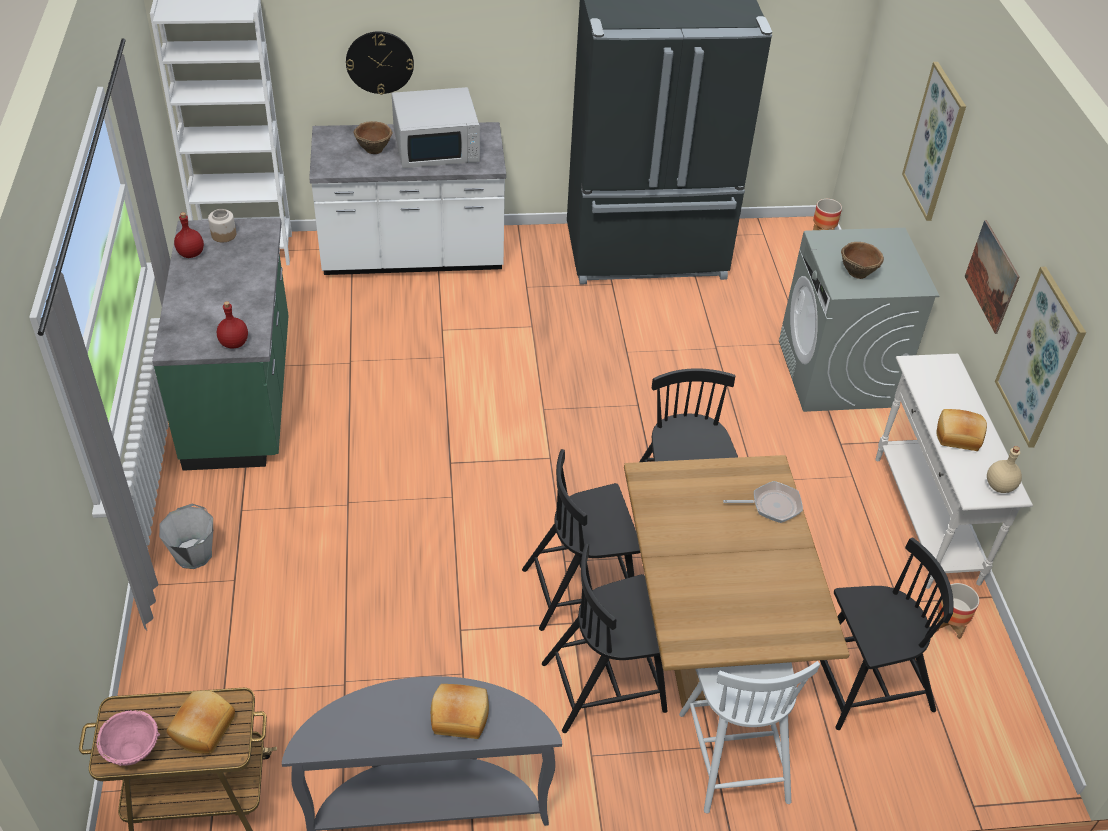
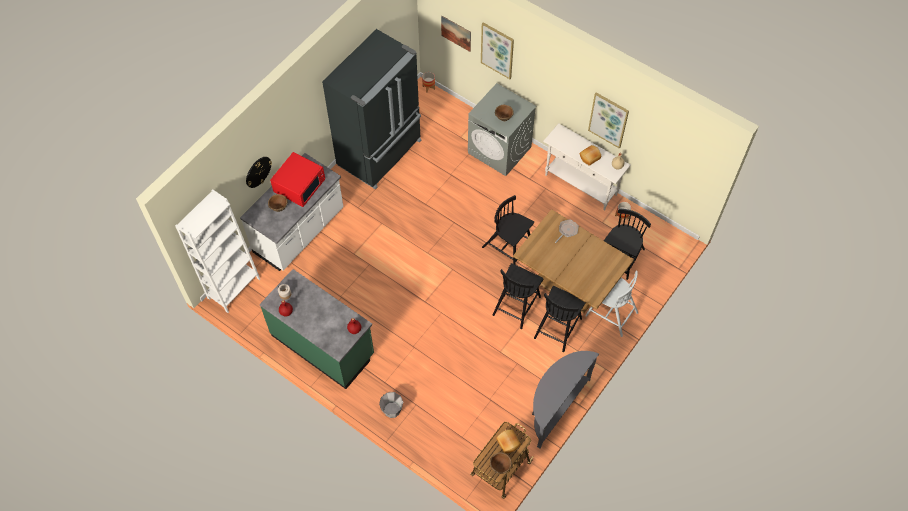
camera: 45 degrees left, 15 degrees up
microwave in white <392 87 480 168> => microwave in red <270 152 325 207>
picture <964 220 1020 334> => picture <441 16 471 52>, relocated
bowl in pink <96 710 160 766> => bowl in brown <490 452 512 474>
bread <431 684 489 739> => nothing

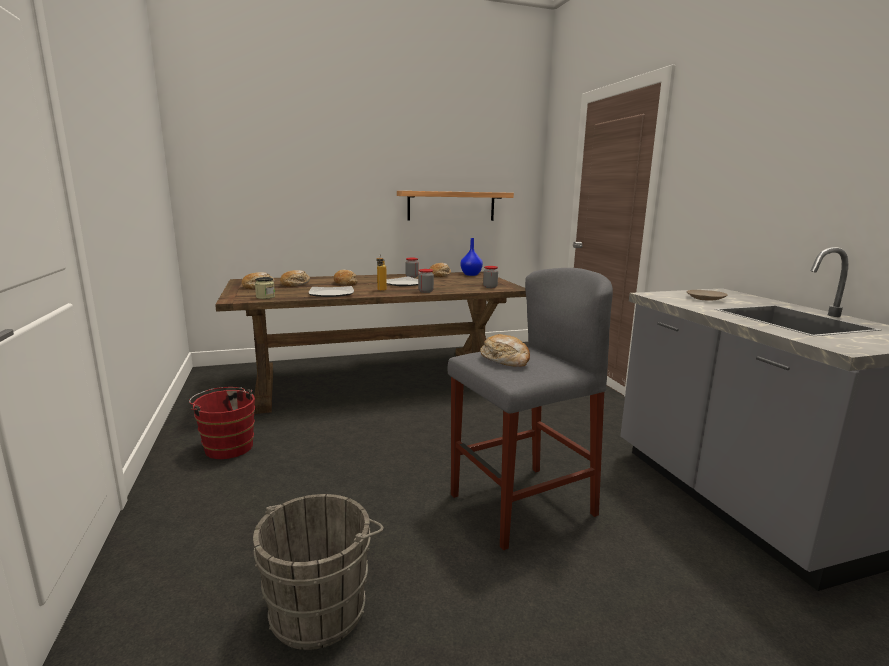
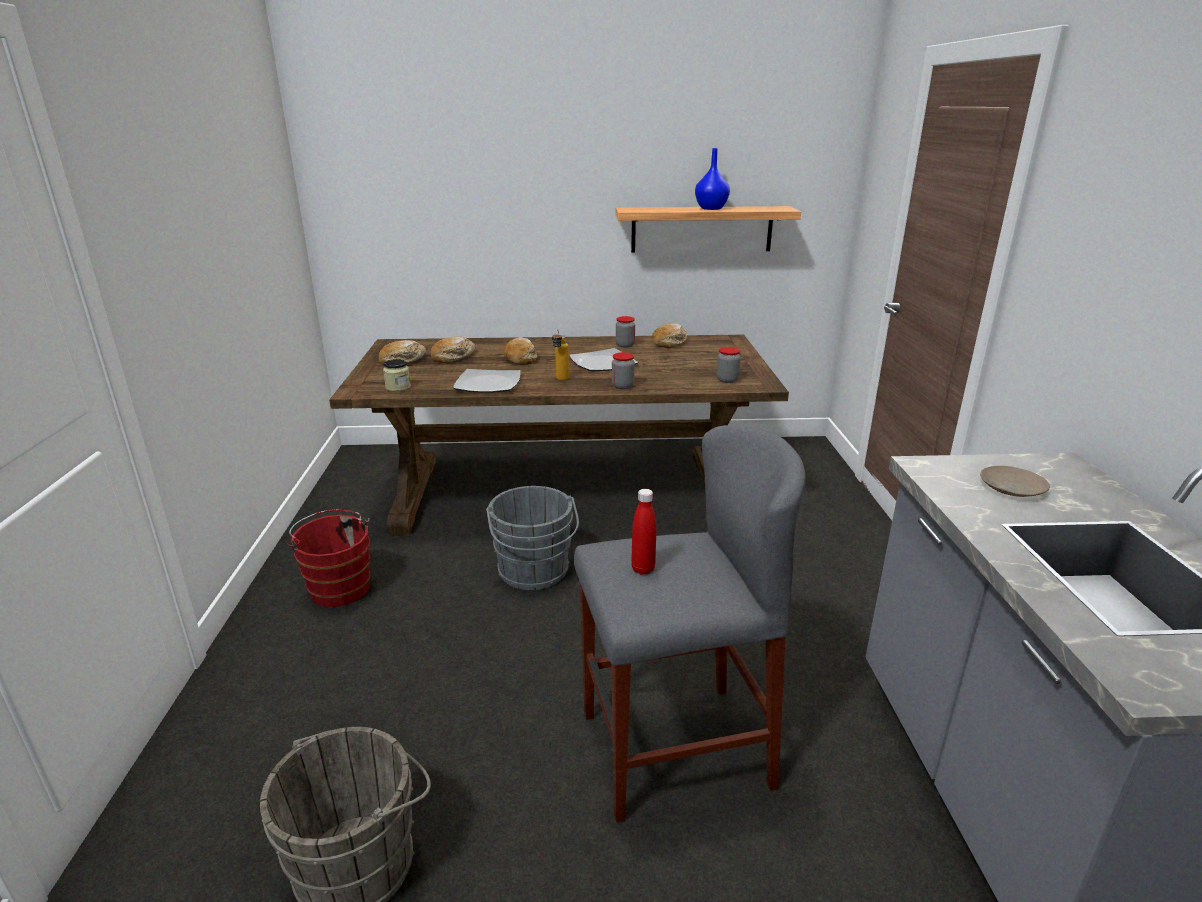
camera: 15 degrees right, 10 degrees up
nothing => bucket in grey <486 486 579 590>
bread <480 334 530 367> => bottle in red <631 489 656 575>
vase in blue <460 238 483 276> => vase in blue <695 148 730 210>, relocated

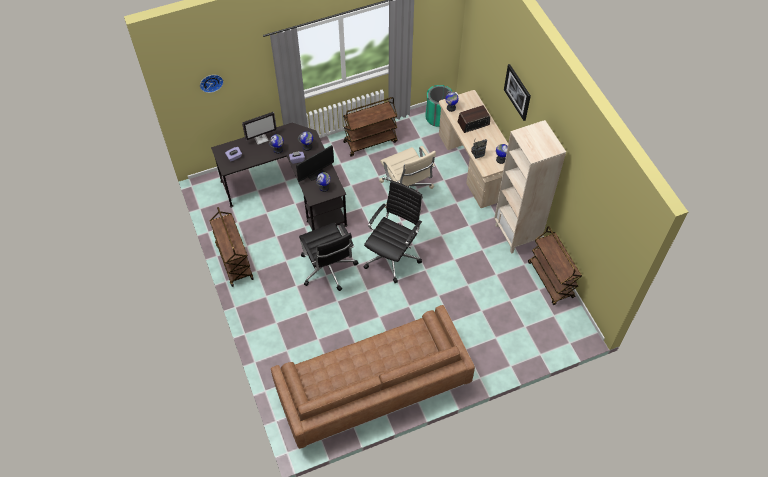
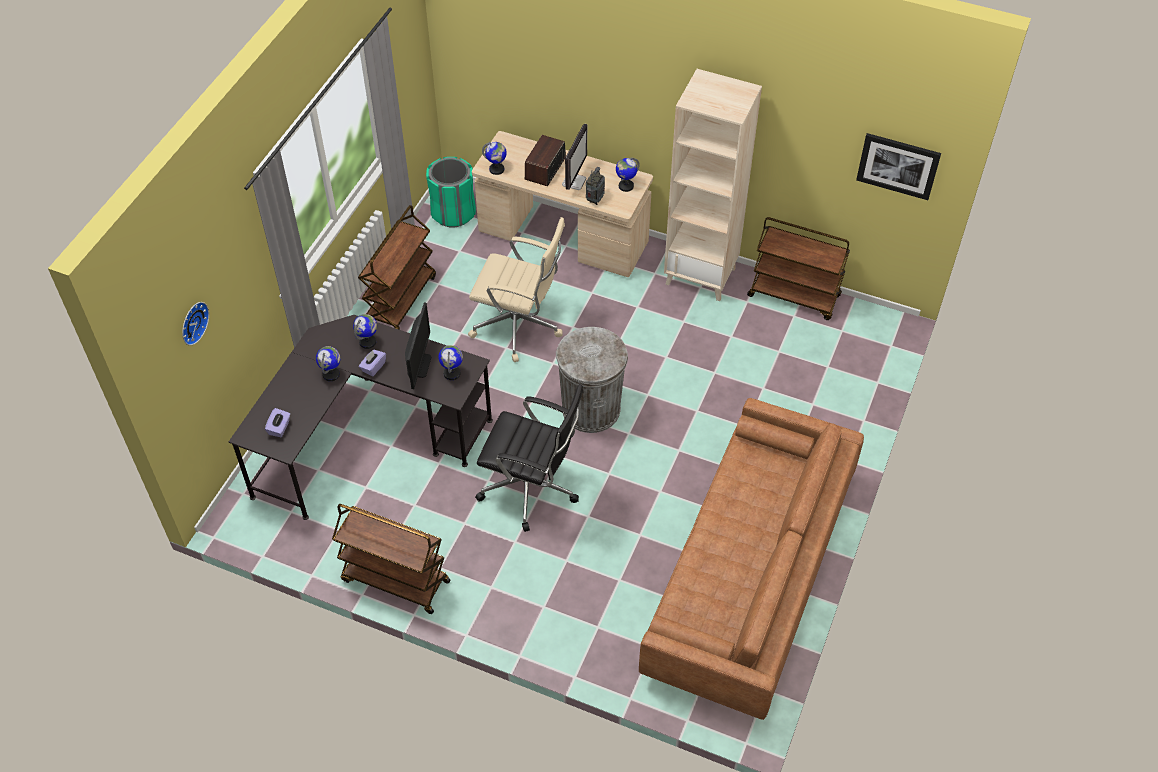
camera: 45 degrees left, 5 degrees down
office chair in black <364 180 423 283> => trash can in grey <556 327 628 433>
monitor <242 112 277 145> => monitor <562 124 587 190>, relocated
picture <504 64 531 121> => picture <856 133 941 200>, relocated

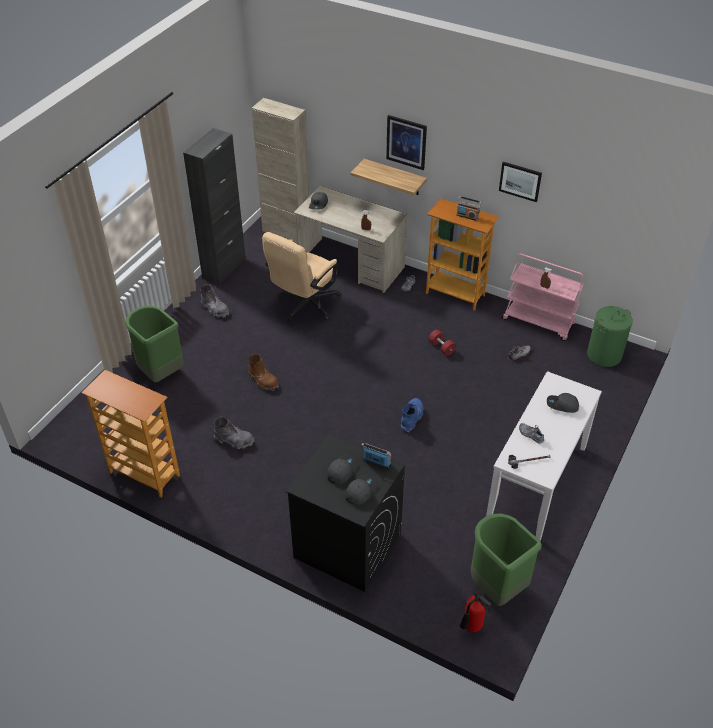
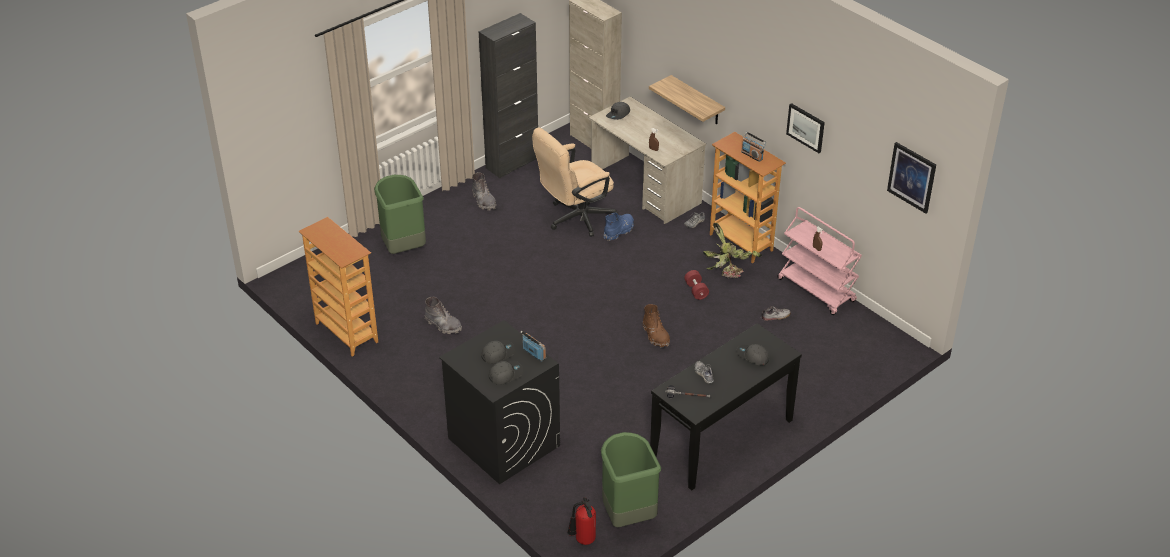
camera: 20 degrees right, 5 degrees down
boot in blue <401 398 424 432> => boot in blue <603 213 634 241>, relocated
boot in brown <248 354 279 391> => boot in brown <643 304 670 348>, relocated
console table in white <486 371 602 541> => console table in black <650 323 802 490>
nothing => potted plant <703 223 762 278>
picture <386 115 427 170> => picture <887 142 936 214>, relocated
laundry basket in green <587 306 633 367> => nothing

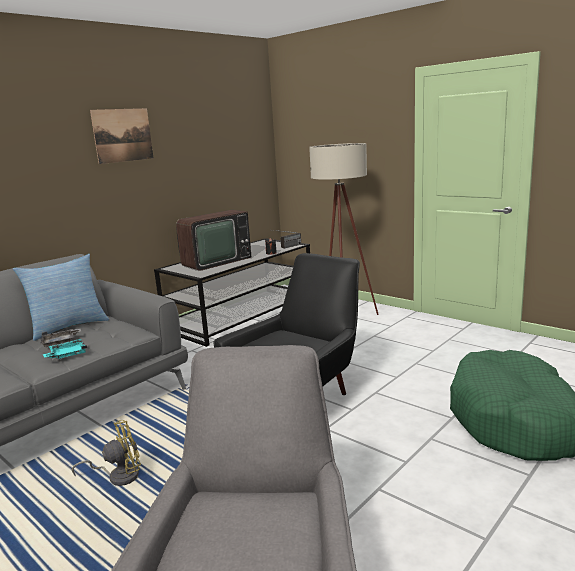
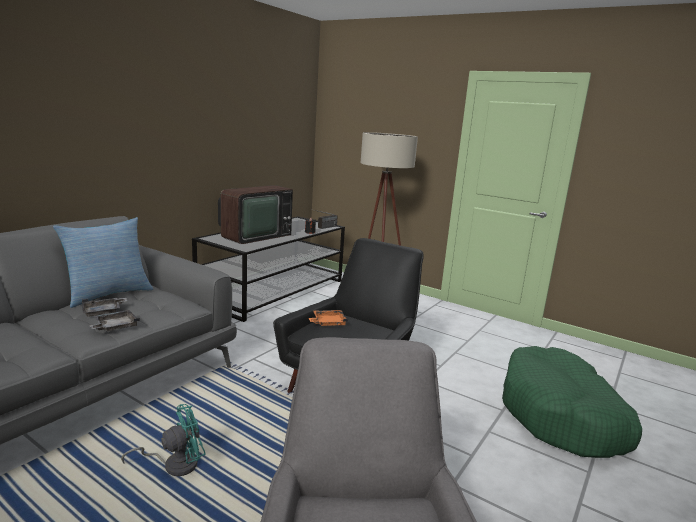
camera: 10 degrees left, 0 degrees up
tray in turquoise <43 339 87 359> => tray in grey <89 310 140 331>
fan in yellow <72 420 141 486> => fan in turquoise <121 404 206 476>
nothing => tray in orange <309 310 348 326>
picture <90 108 153 164> => nothing

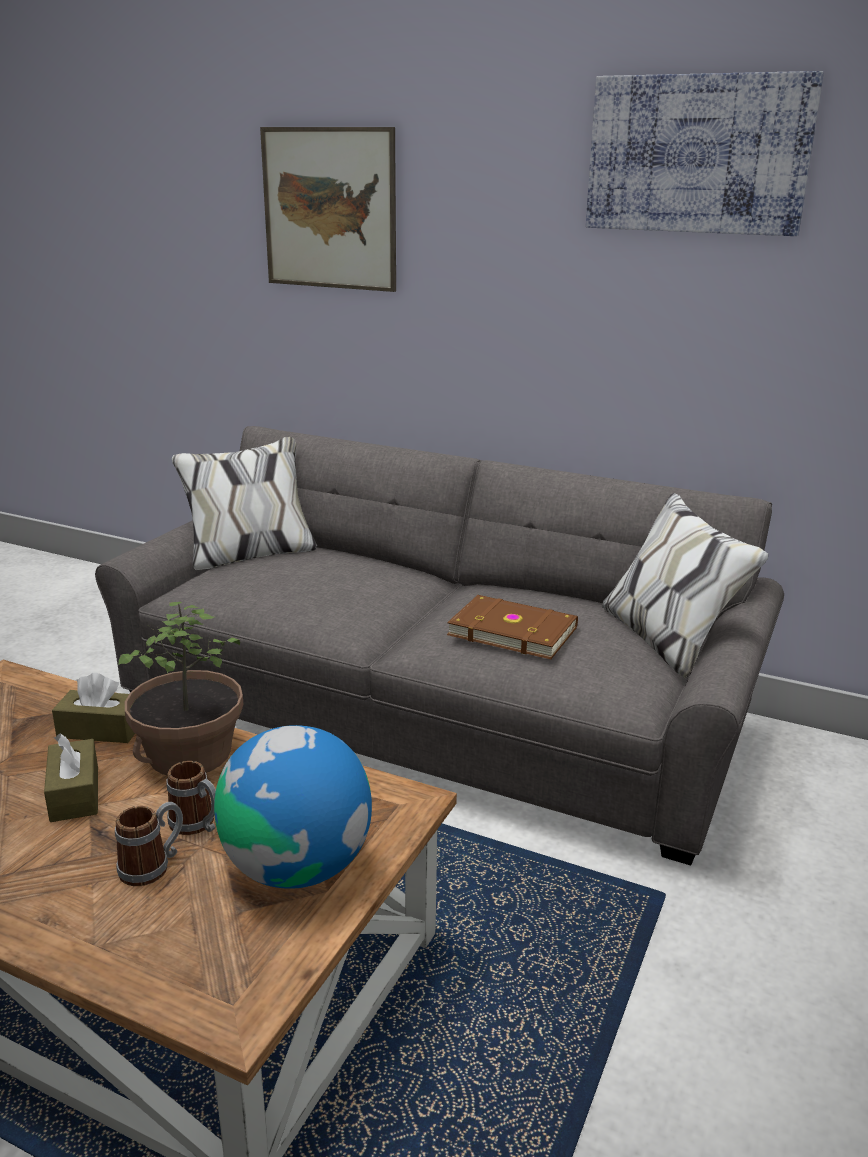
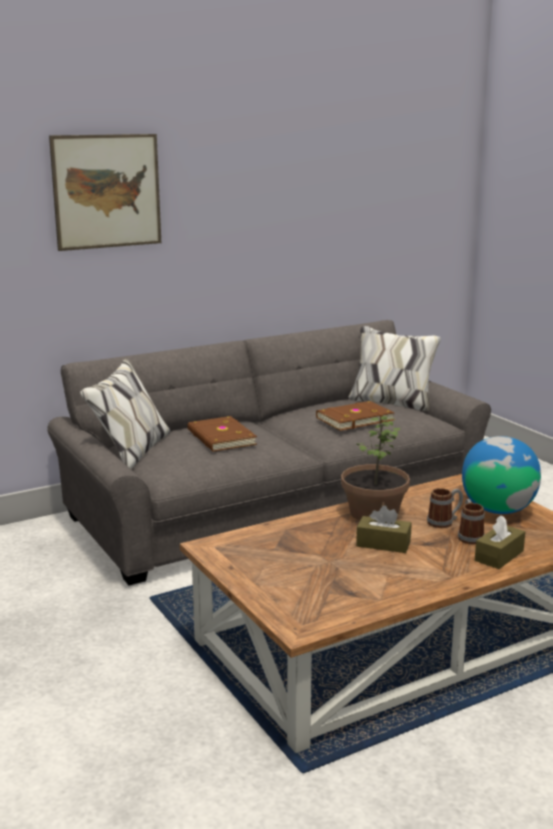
camera: 55 degrees left, 5 degrees down
nothing => book in brown <187 416 257 452>
tissue box in brown <52 673 135 743> => tissue box in brown <475 515 525 569>, relocated
picture <586 71 824 236> => nothing

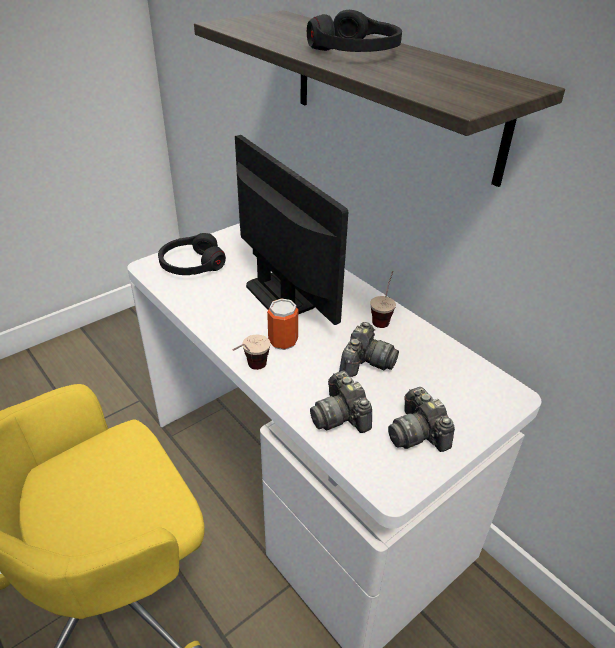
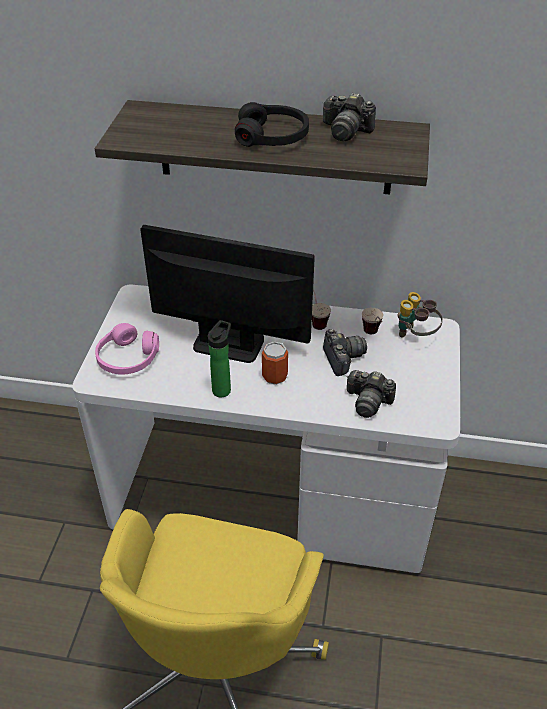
camera: 40 degrees left, 5 degrees up
headphones in black <158 233 226 275> => headphones in pink <95 323 159 375>
nothing => bottle <208 320 231 397>
photo camera <388 387 455 452> => photo camera <323 92 376 141>, relocated
cup <233 335 270 370> => cup <362 308 383 334>, relocated
nothing => binoculars <397 292 443 337>

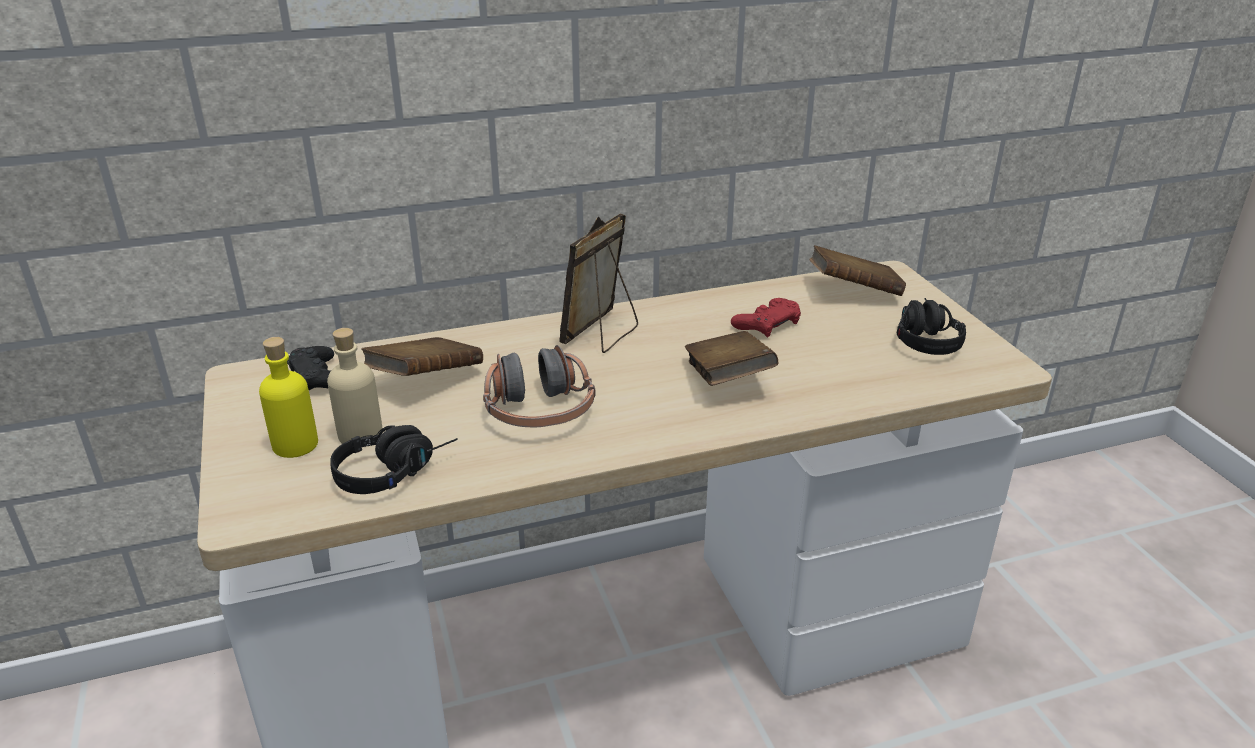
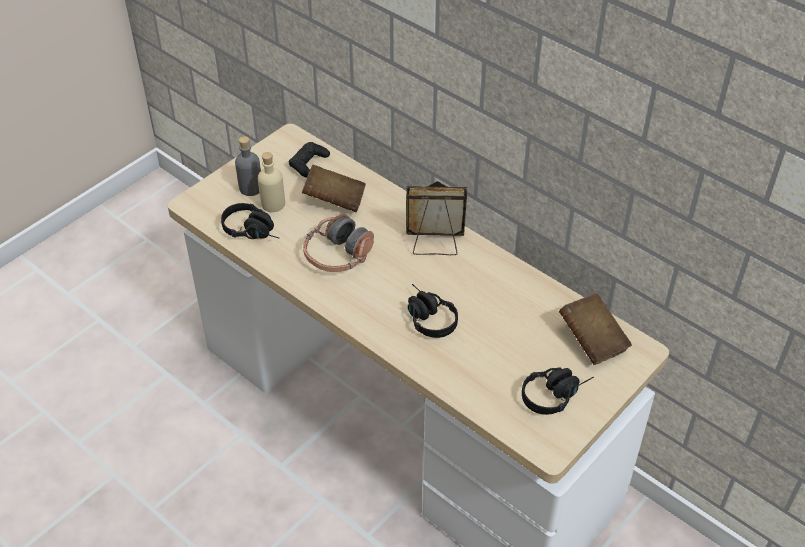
camera: 60 degrees right, 15 degrees up
bottle in yellow <259 337 318 458> => bottle in grey <235 136 261 196>
book in brown <685 331 779 386> => headphones in black <408 284 458 338>
game controller in red <731 298 801 338> => nothing

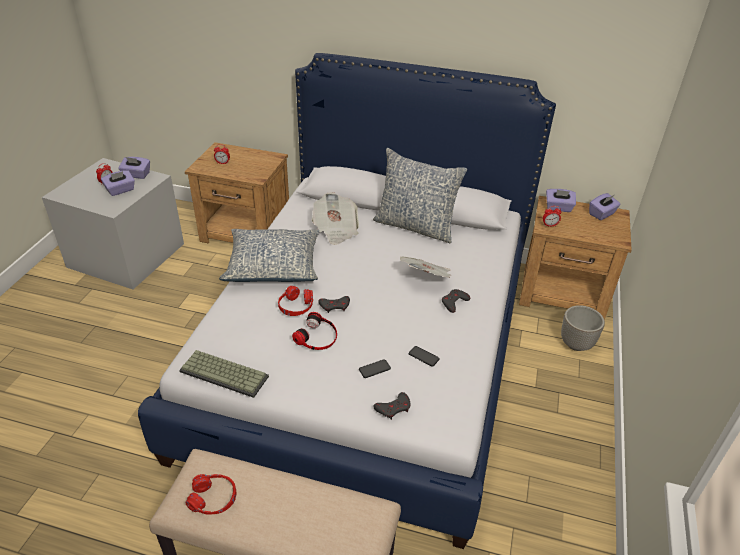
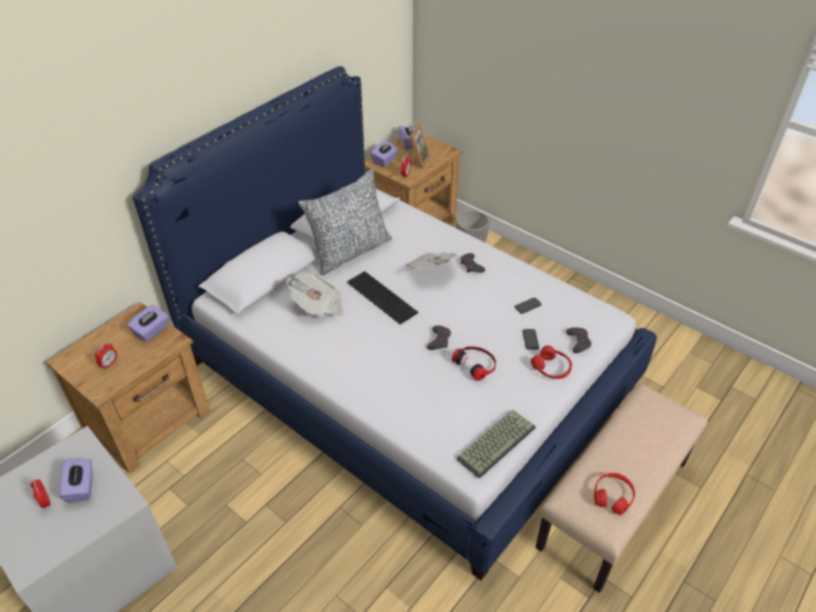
camera: 65 degrees left, 5 degrees up
tissue box in purple <119 157 150 179> => tissue box in purple <127 305 169 342>, relocated
nothing => keyboard <347 272 419 325>
nothing => picture frame <400 123 431 169>
headphones in red <278 286 313 316> => headphones in red <531 345 572 379>, relocated
pillow <219 229 320 282> => nothing

